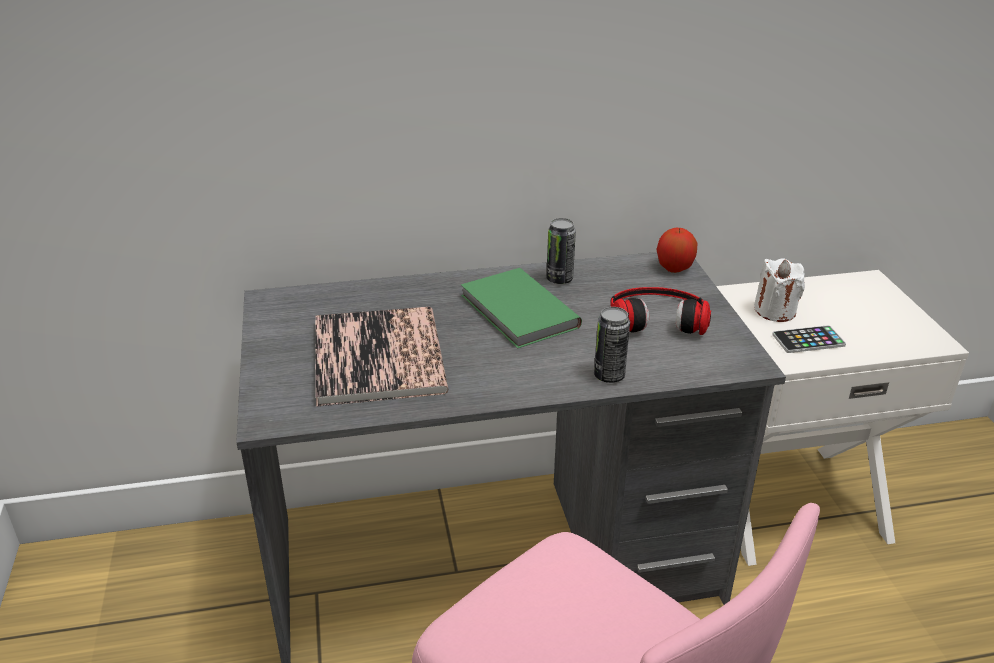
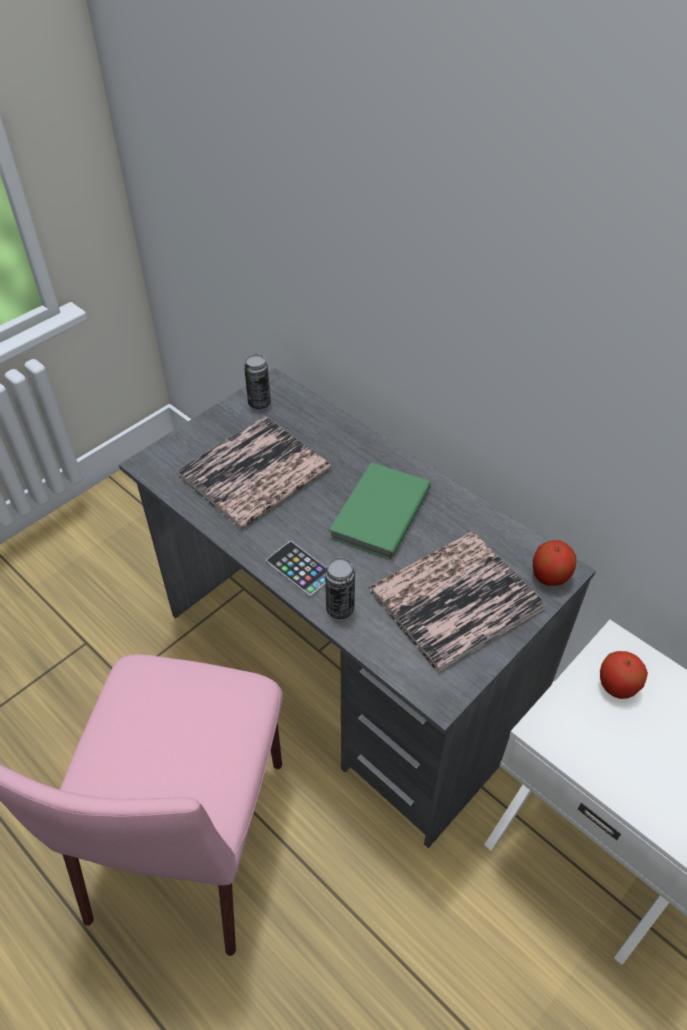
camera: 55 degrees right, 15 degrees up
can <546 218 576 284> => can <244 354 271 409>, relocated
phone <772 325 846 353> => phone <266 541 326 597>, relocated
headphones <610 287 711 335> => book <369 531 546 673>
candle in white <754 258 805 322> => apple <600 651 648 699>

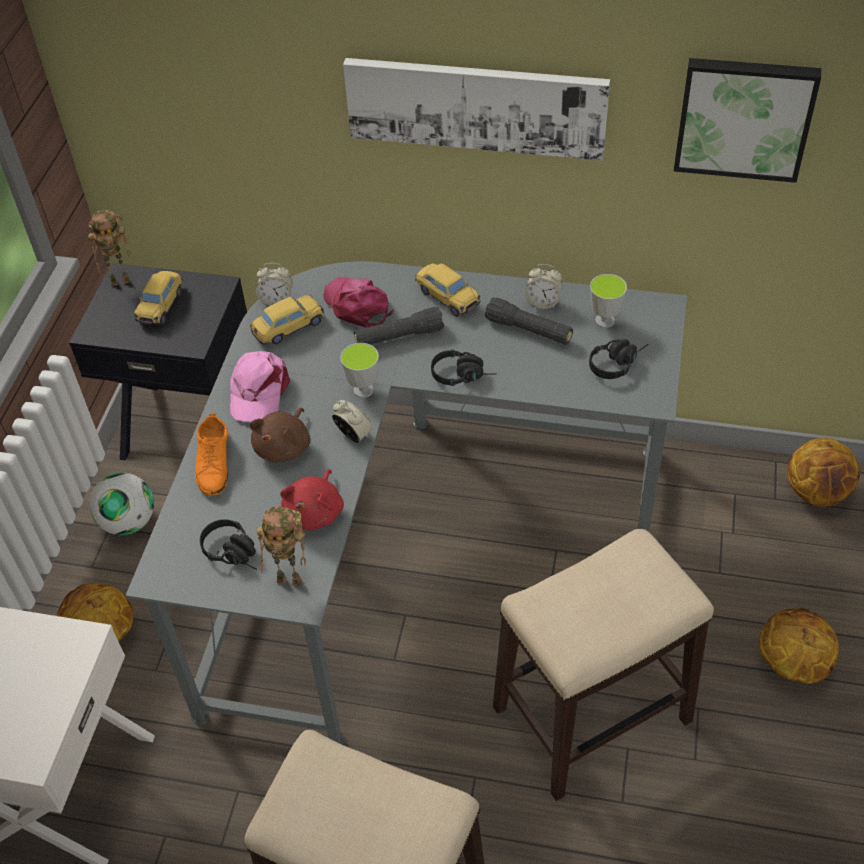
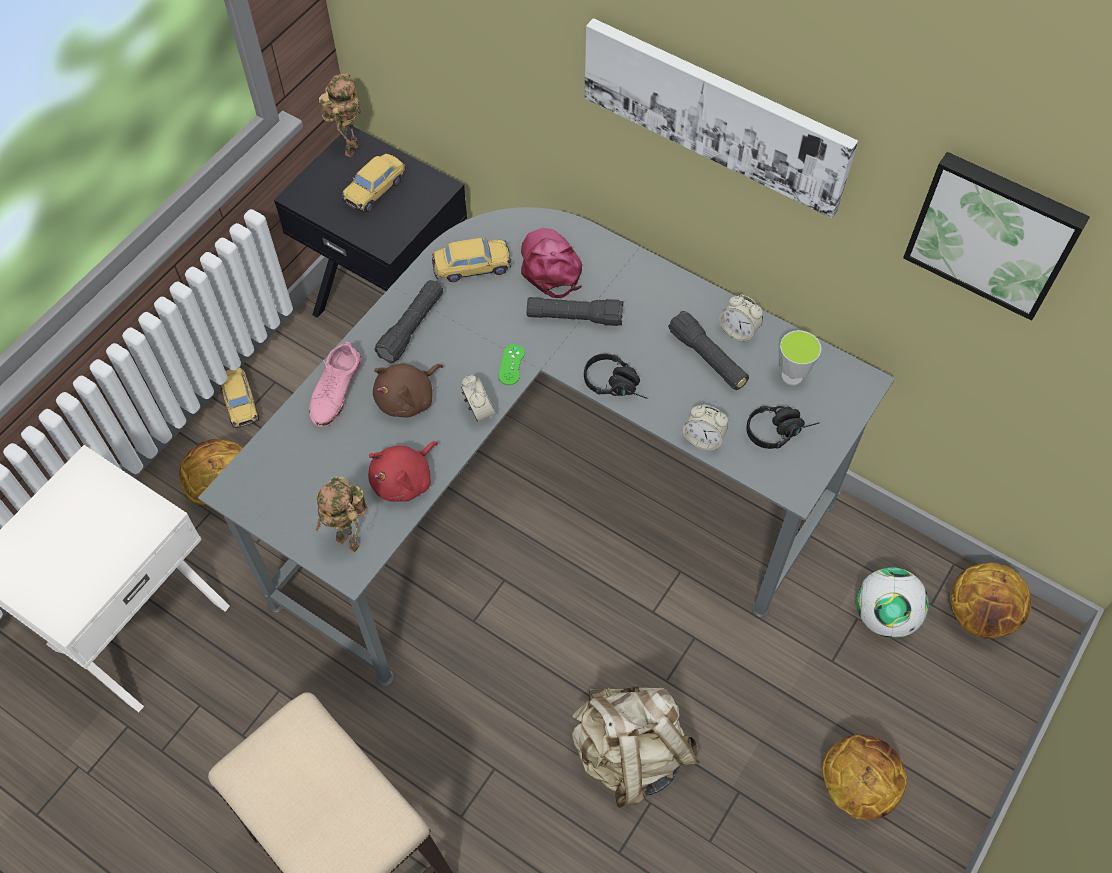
camera: 20 degrees right, 10 degrees up
toy car <415 263 481 317> => toy car <220 367 259 428>, relocated
shoe in orange <195 413 228 496> => shoe in pink <309 341 362 427>
toy robot <88 209 132 286> => toy robot <319 73 362 157>, 75 degrees counterclockwise
cap in pink <230 351 290 422> => flashlight in black <374 280 443 363>
cup <340 343 379 398> => game controller in green <498 344 525 385>
stool <493 529 714 801> => backpack in beige <572 686 700 808>
alarm clock <256 263 292 306> => alarm clock <683 405 728 450>, relocated
football <90 473 154 535> => football <856 568 929 638>, relocated
headphones in black <200 519 257 570> => nothing

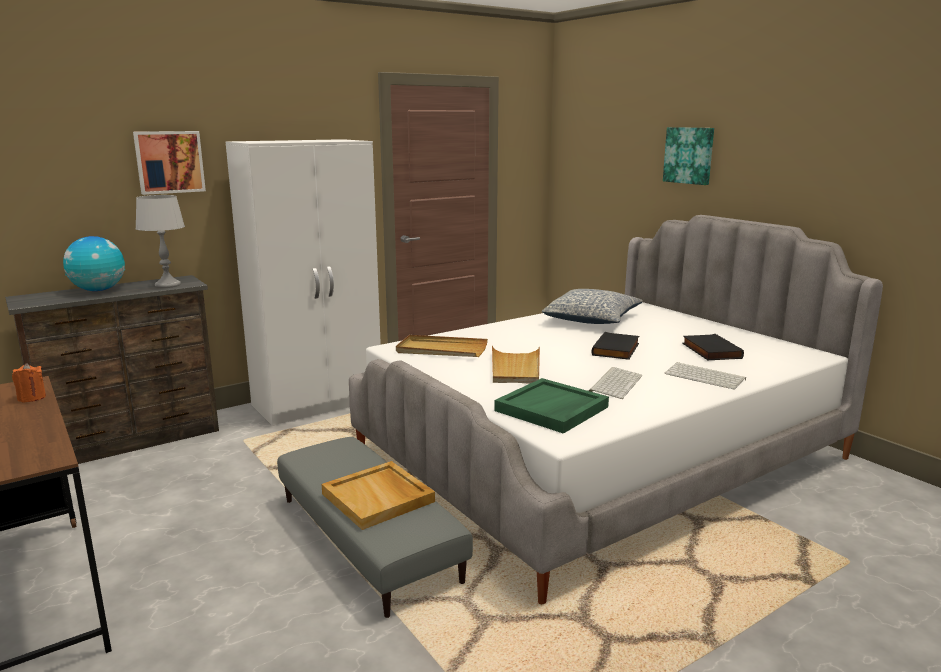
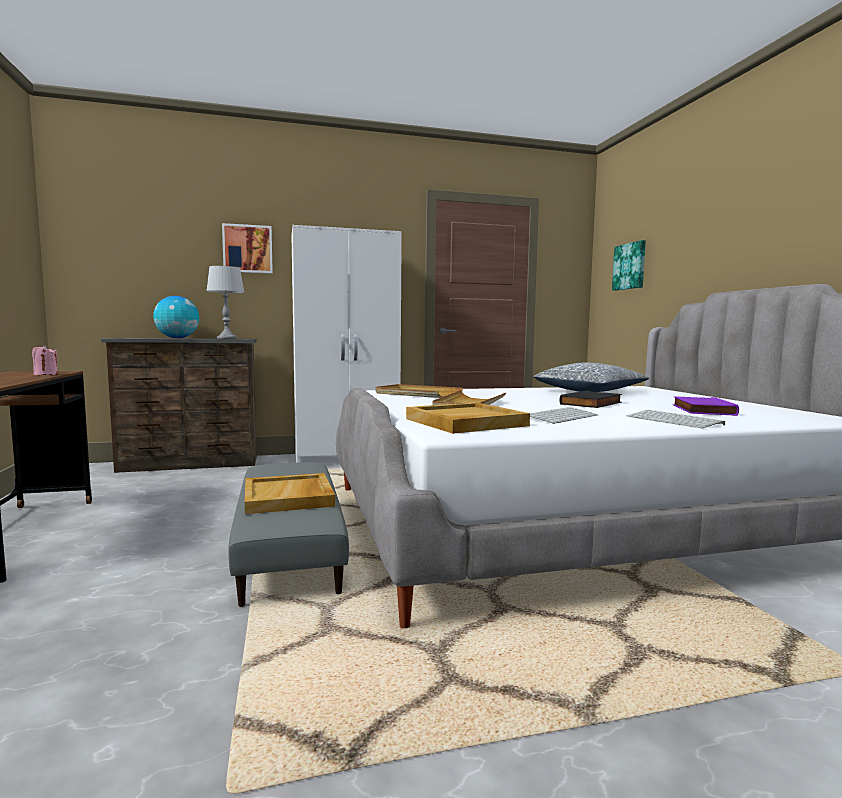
camera: 20 degrees right, 10 degrees down
candle in orange <12 363 46 403> => candle in pink <32 345 58 375>
tray in green <494 378 609 434> => tray in beige <406 402 530 434>
picture <663 127 714 185> => picture <612 240 646 291>, relocated
book in black <682 334 744 360> => book in purple <673 396 739 416>

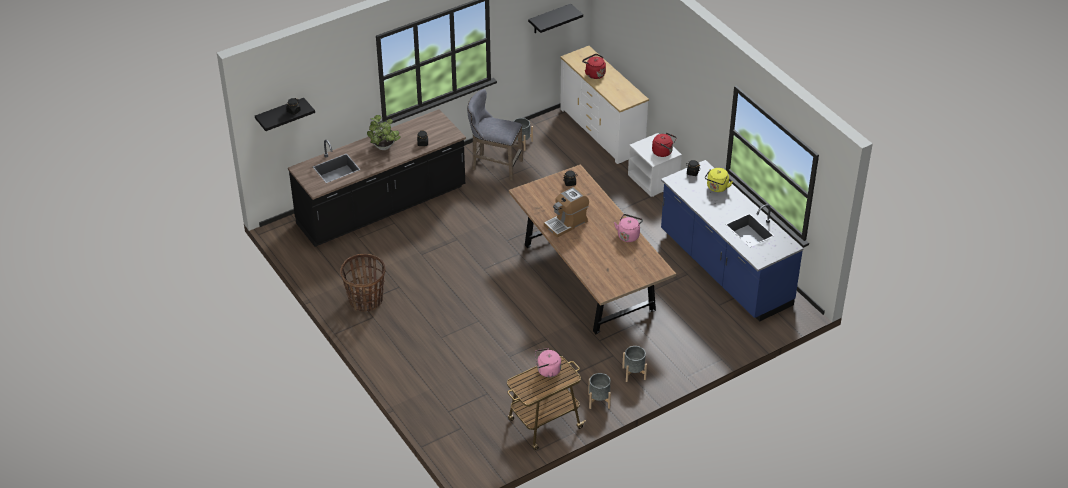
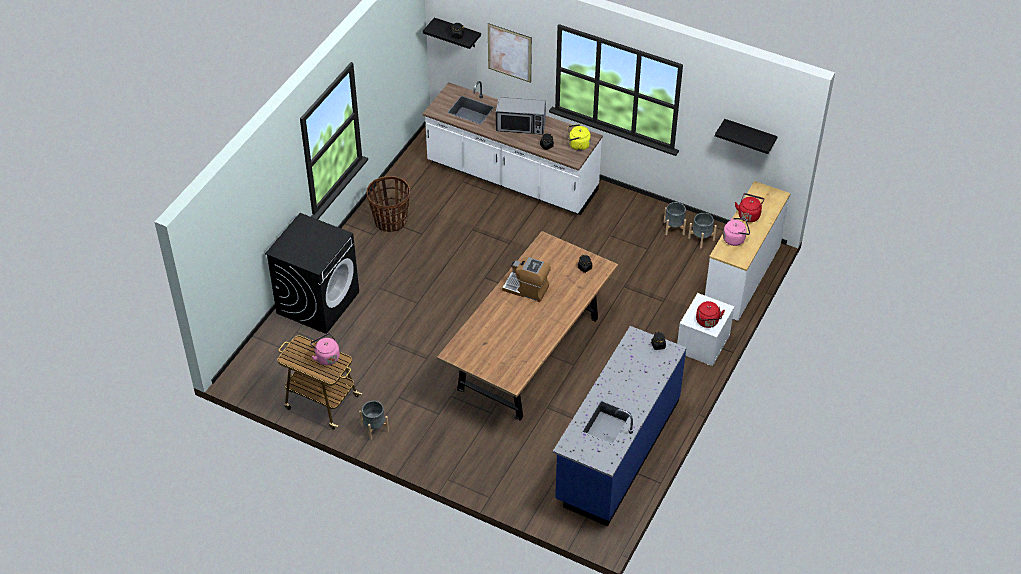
camera: 60 degrees right, 5 degrees up
nothing => washing machine in black <265 213 359 334>
counter in black <288 109 466 247> => counter in white <423 81 603 215>
nothing => picture <488 23 532 83>
potted plant <367 115 401 150> => microwave <496 97 546 135>
kettle in yellow <705 168 733 192> => kettle in yellow <568 124 591 151>, relocated
planter in grey <622 346 647 382> => planter in grey <688 213 717 249>, relocated
kettle in pink <614 214 643 242> => kettle in pink <723 218 750 246>, relocated
stool in grey <467 89 523 181> => nothing

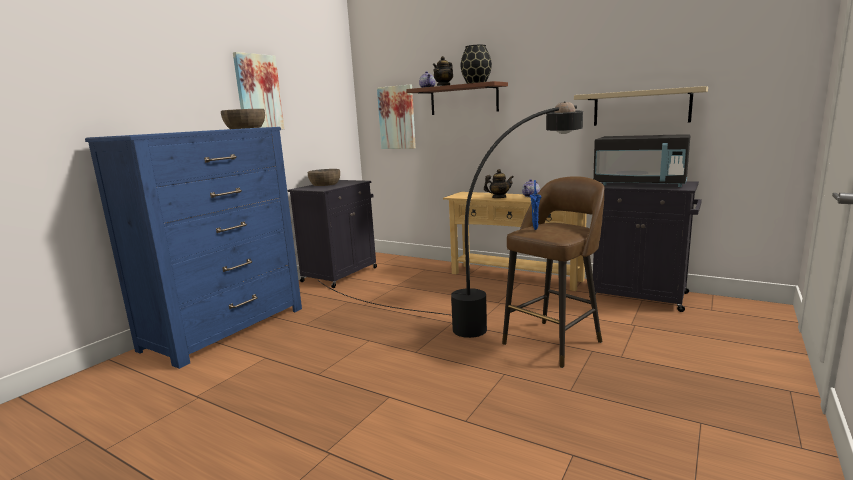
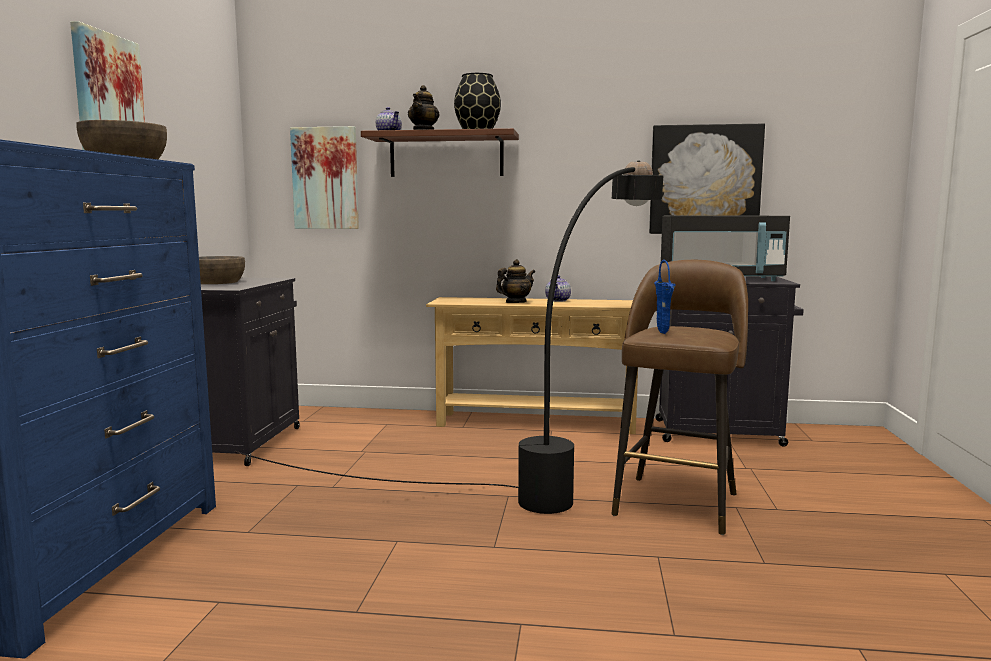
camera: 25 degrees left, 5 degrees down
shelf in beige <574 86 708 126> => picture <649 124 765 234>

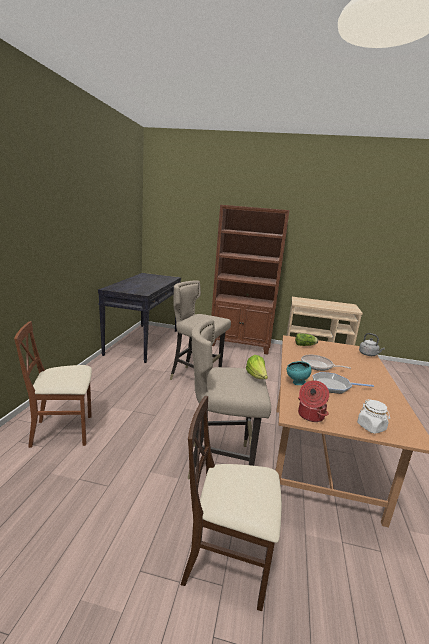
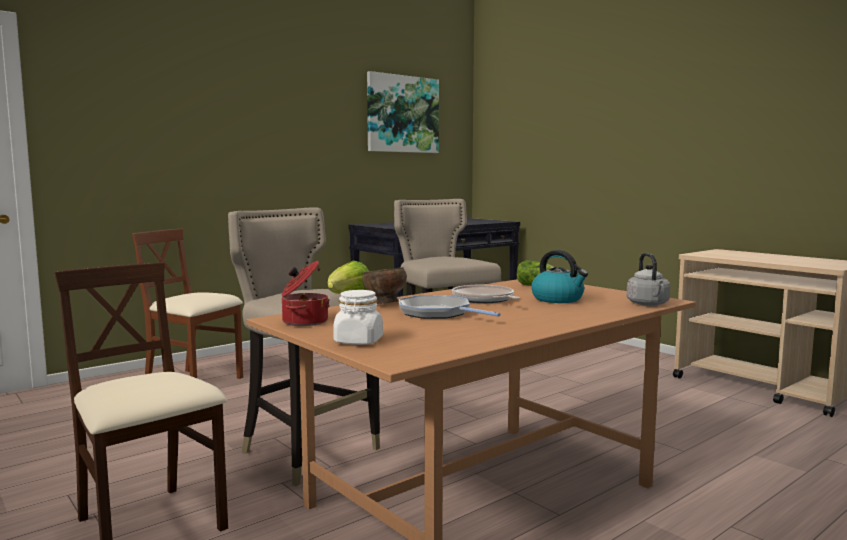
camera: 40 degrees right, 10 degrees down
bowl in turquoise <287 361 311 385> => bowl in brown <362 267 407 304>
nothing => picture <367 71 439 153>
nothing => kettle <531 250 588 303>
bookcase in brown <211 205 289 354> => nothing

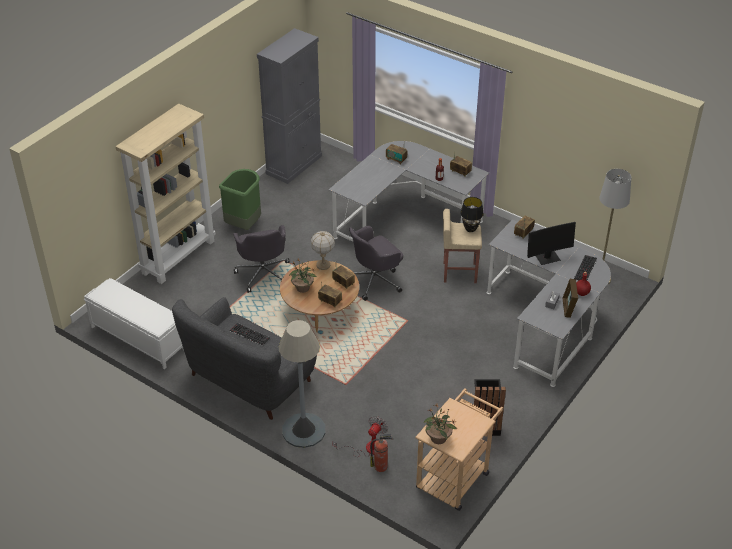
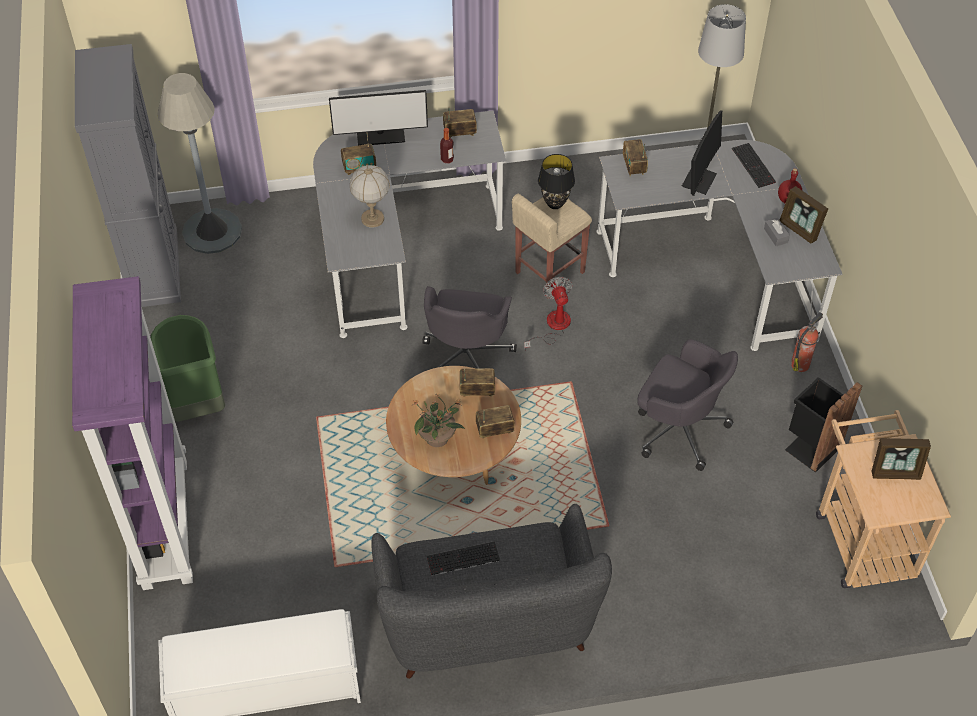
camera: 45 degrees left, 10 degrees up
bookcase in beige <115 104 216 284> => bookcase in purple <72 276 193 590>
floor lamp in grey <278 320 326 448> => floor lamp in grey <157 73 242 254>, relocated
nothing => monitor <329 90 428 145>
table lamp <311 231 335 270> => table lamp <350 165 390 228>, relocated
fan <332 416 388 457> => fan <524 277 572 351>, relocated
office chair in grey <233 225 290 293> => office chair in grey <637 339 738 471>, relocated
fire extinguisher <370 434 394 472> => fire extinguisher <791 312 823 372>, relocated
nothing => picture frame <871 438 931 480>
potted plant <424 404 457 444> => nothing

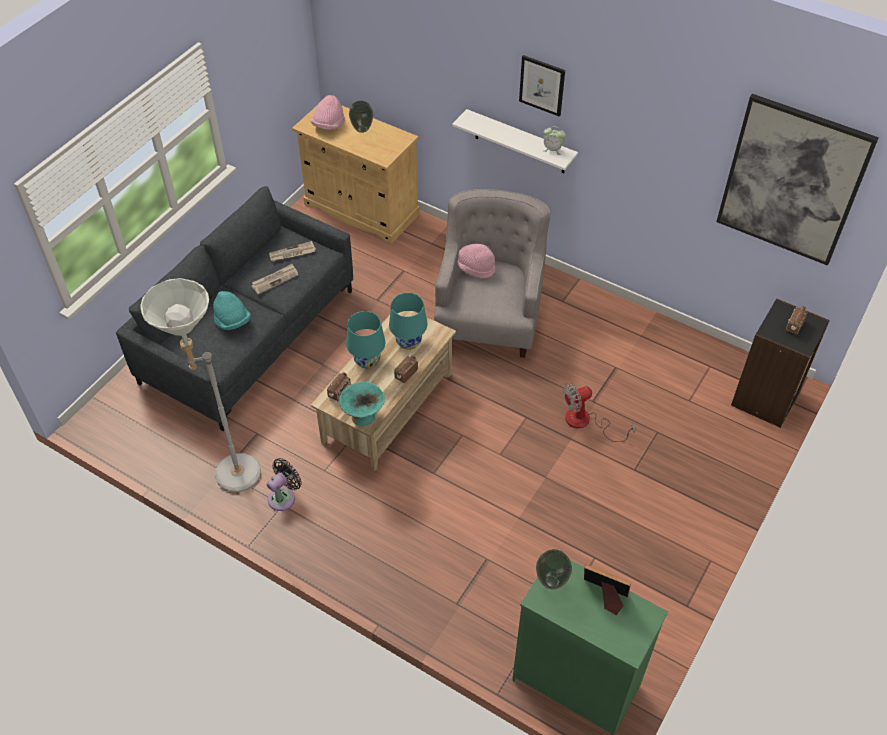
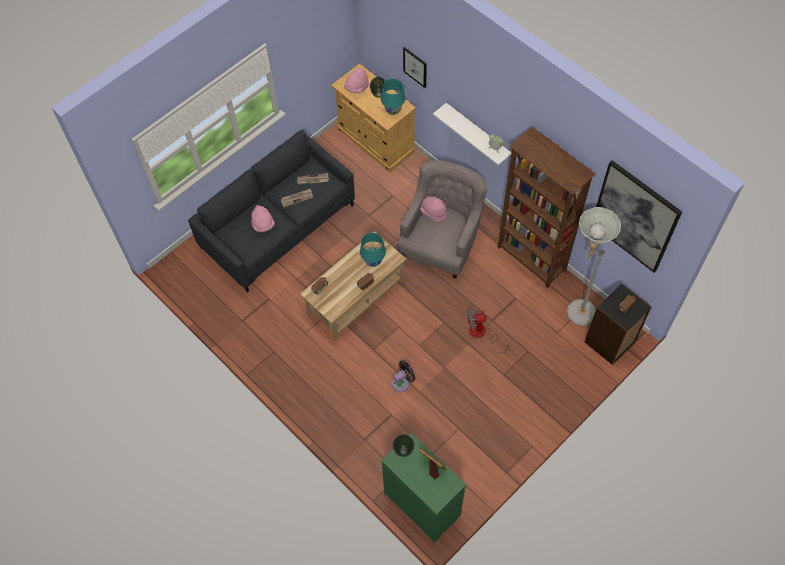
camera: 15 degrees right, 10 degrees up
hat in turquoise <213 291 251 330> => hat in pink <251 205 275 232>
table lamp in turquoise <346 311 385 369> => table lamp in turquoise <381 79 405 115>, relocated
fan in black <267 458 301 511> => fan in black <392 361 415 392>, relocated
picture <519 55 565 117> => picture <403 47 427 88>, relocated
nothing => bookcase in brown <497 127 595 289>
floor lamp in grey <140 278 261 492> => floor lamp in grey <567 207 621 326>, relocated
bowl in turquoise <339 382 385 426> => nothing

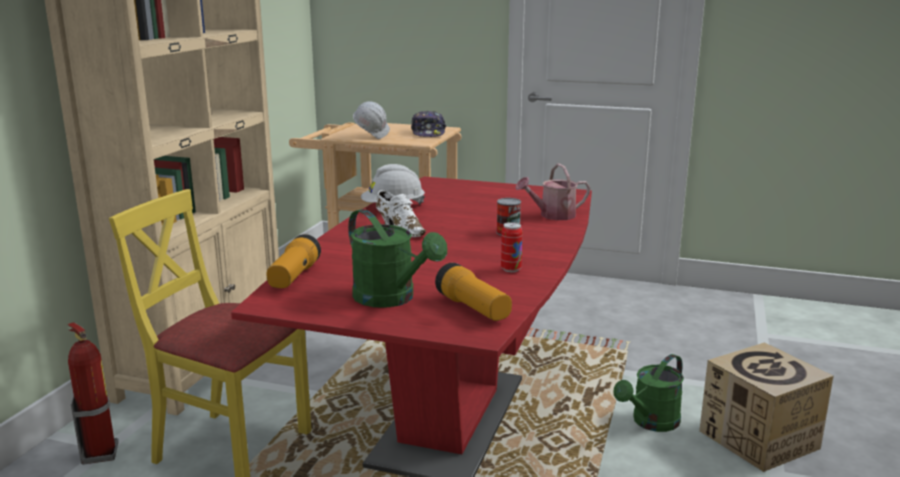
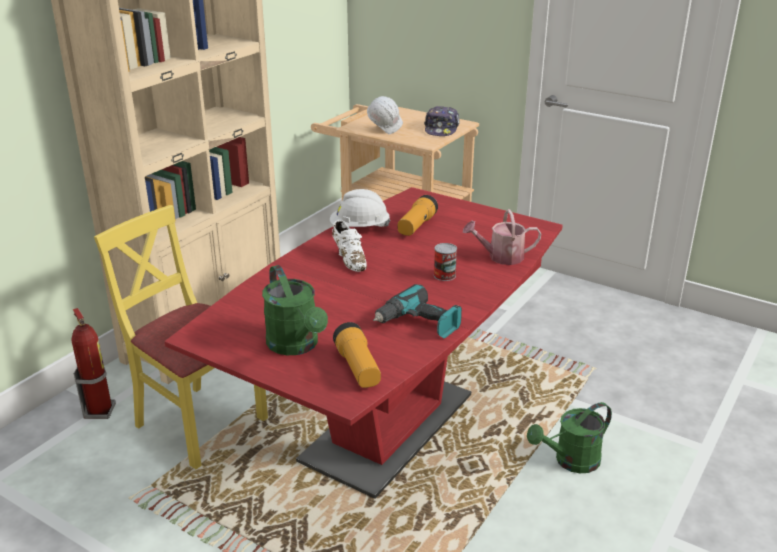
camera: 15 degrees right, 10 degrees up
can <501 222 523 272> => power drill <373 284 462 338>
flashlight <267 234 321 288> => flashlight <397 195 438 236>, relocated
cardboard box <699 342 834 472> => nothing

